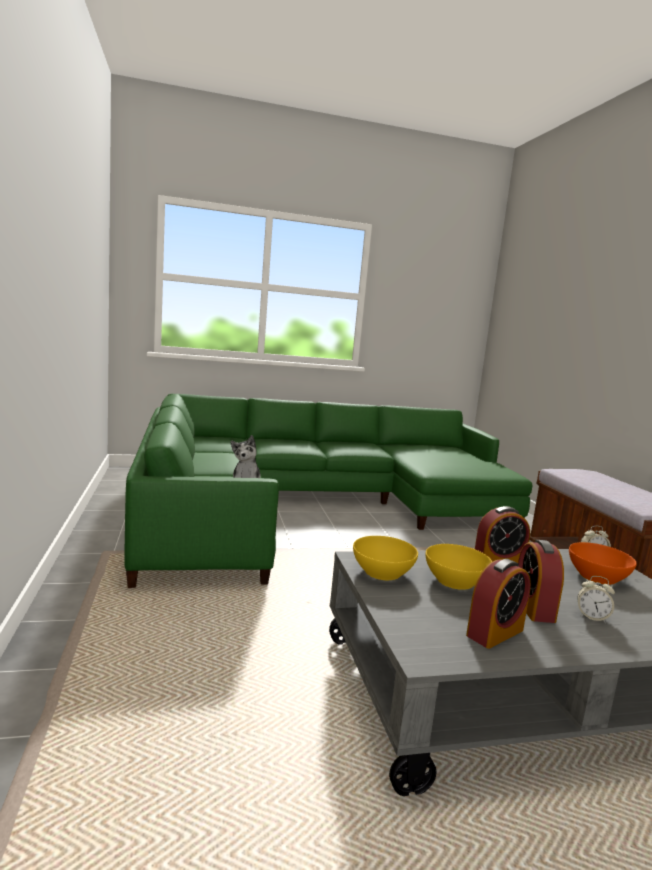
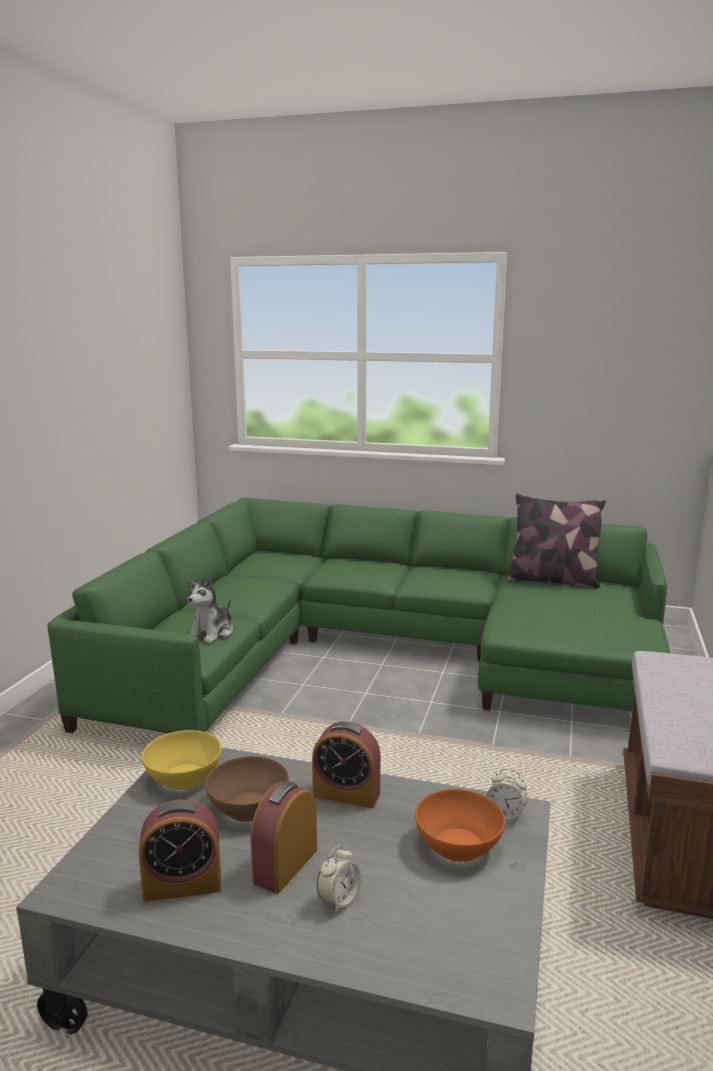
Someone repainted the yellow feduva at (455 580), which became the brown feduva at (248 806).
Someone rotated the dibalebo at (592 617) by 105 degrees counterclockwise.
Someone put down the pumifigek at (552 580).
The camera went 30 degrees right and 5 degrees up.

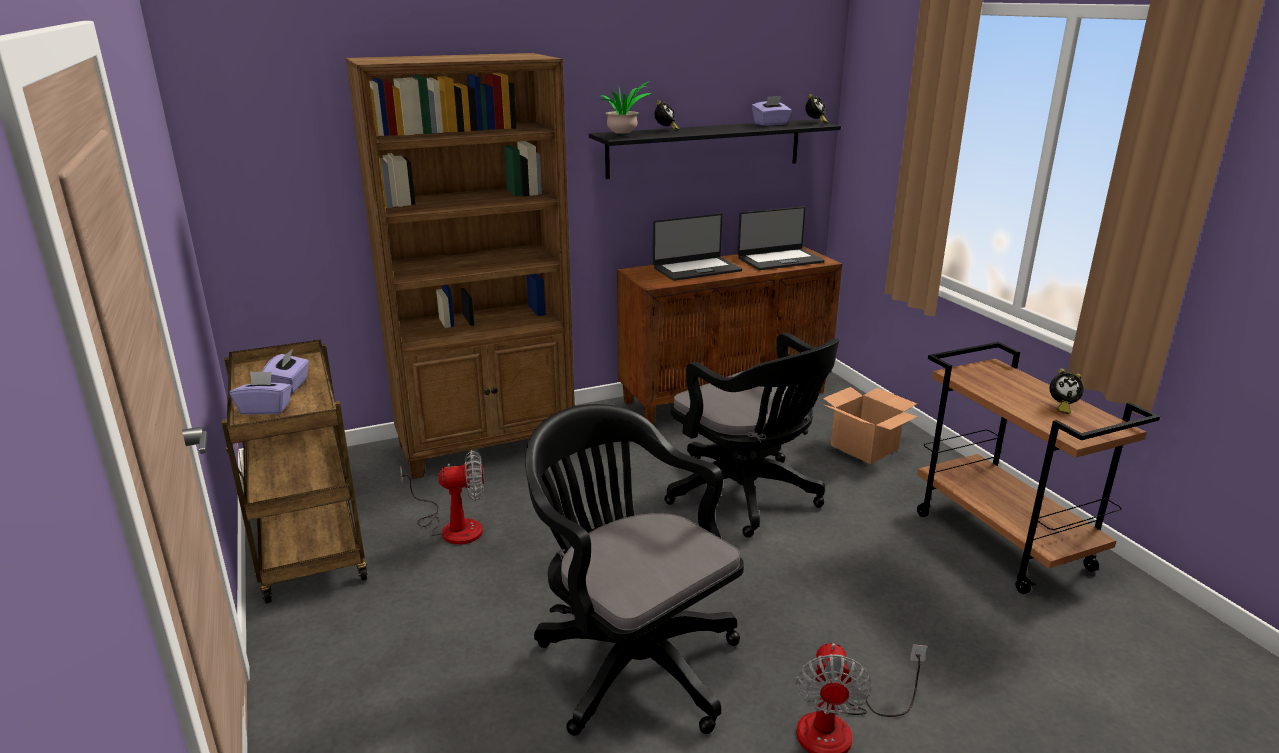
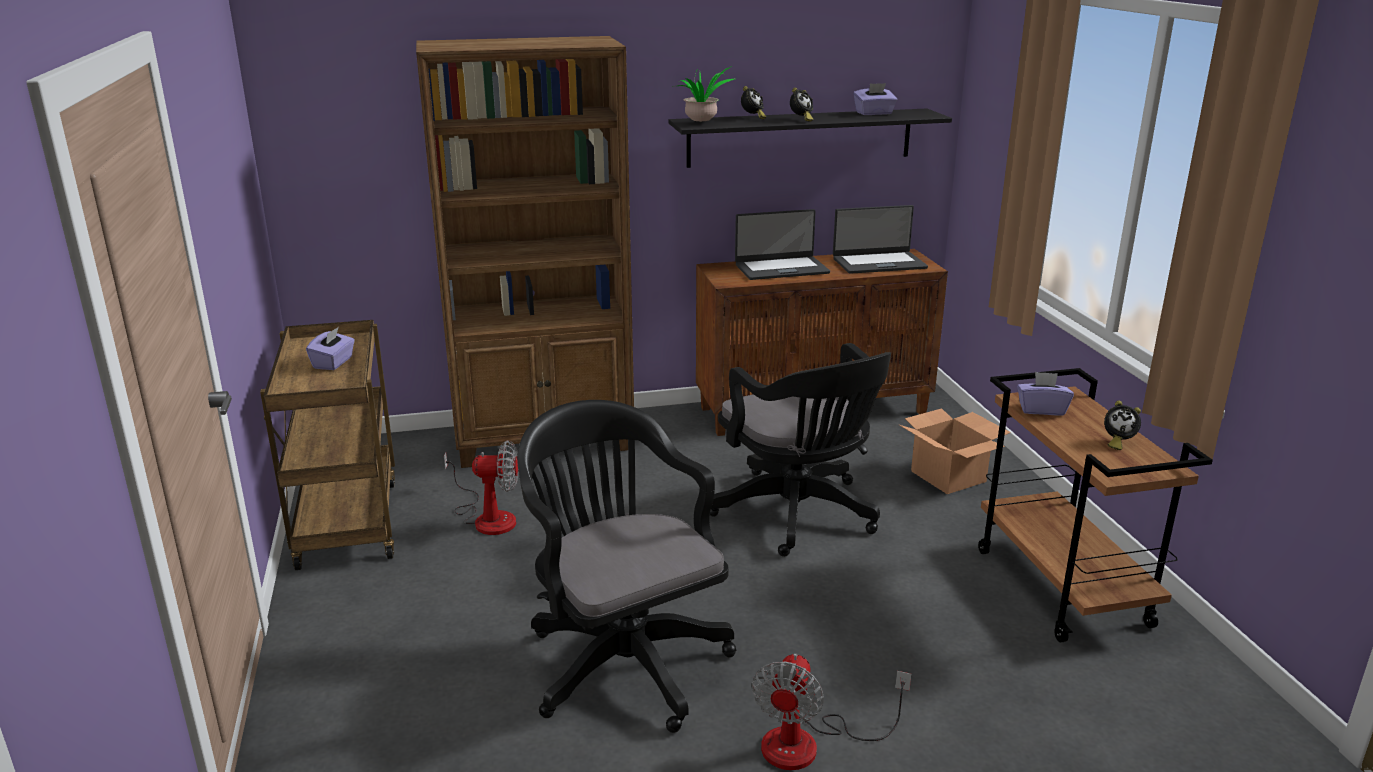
Someone carried the dibalebo from (815 122) to (801 120).
Someone carried the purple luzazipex from (265 409) to (1041 409).
The camera went 10 degrees right and 0 degrees up.

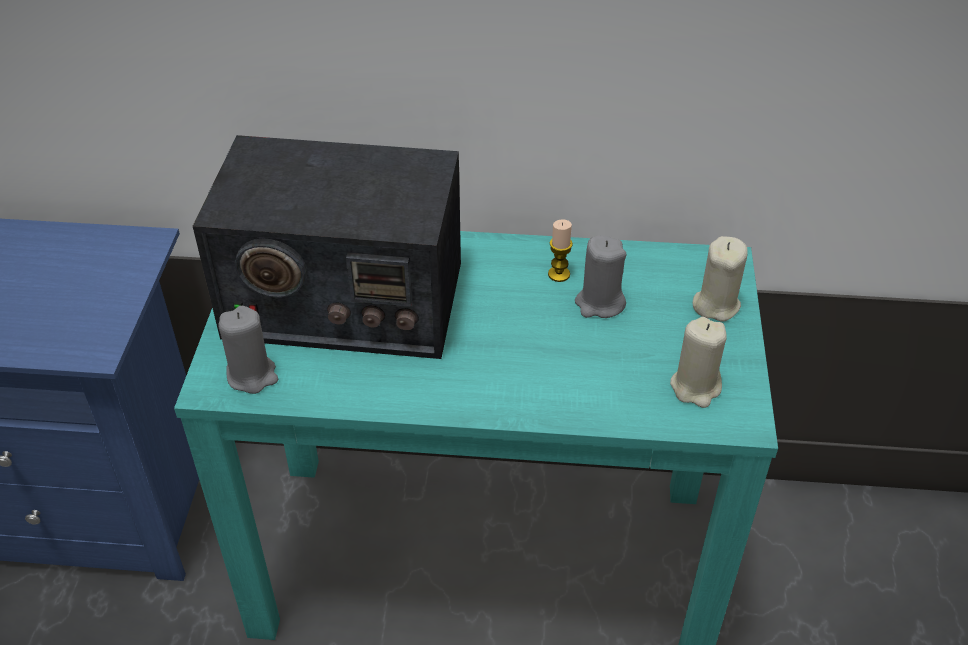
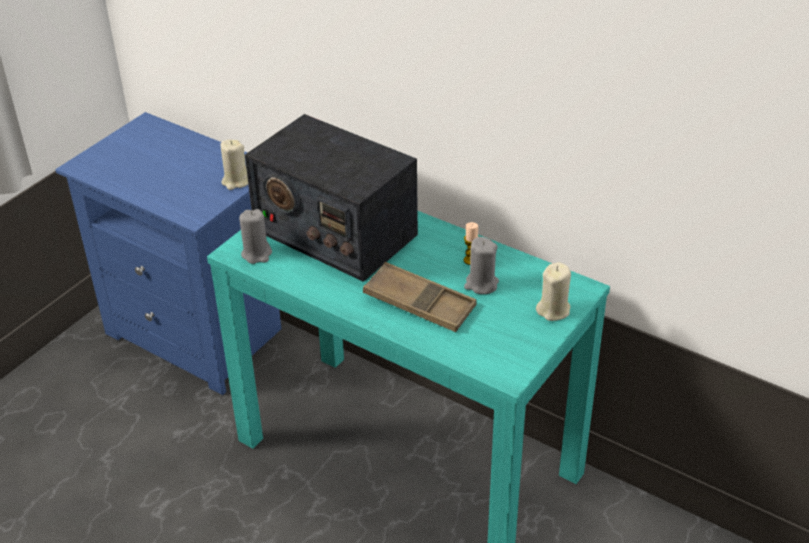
Someone carried the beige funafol from (696 387) to (236 181).
Someone put down the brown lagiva at (419 303).
The camera went 30 degrees right and 5 degrees down.

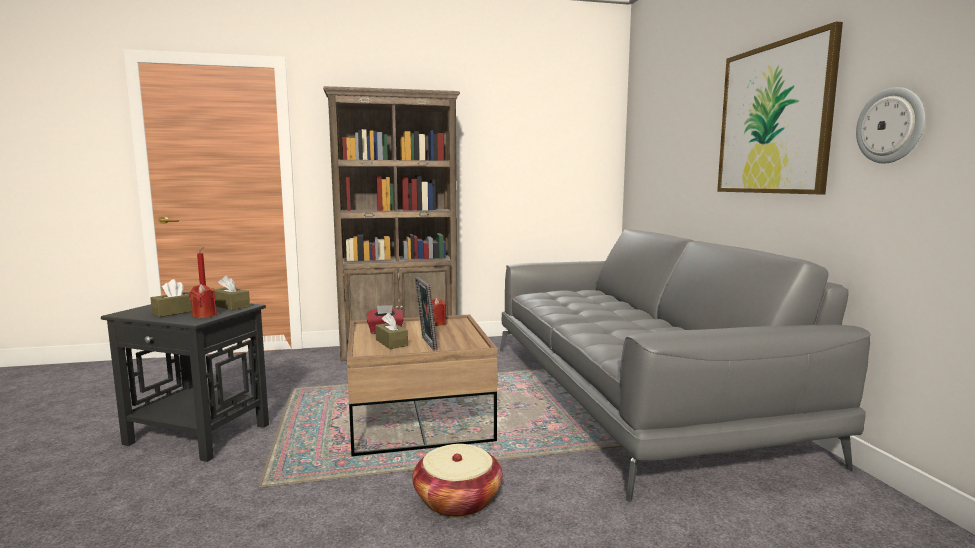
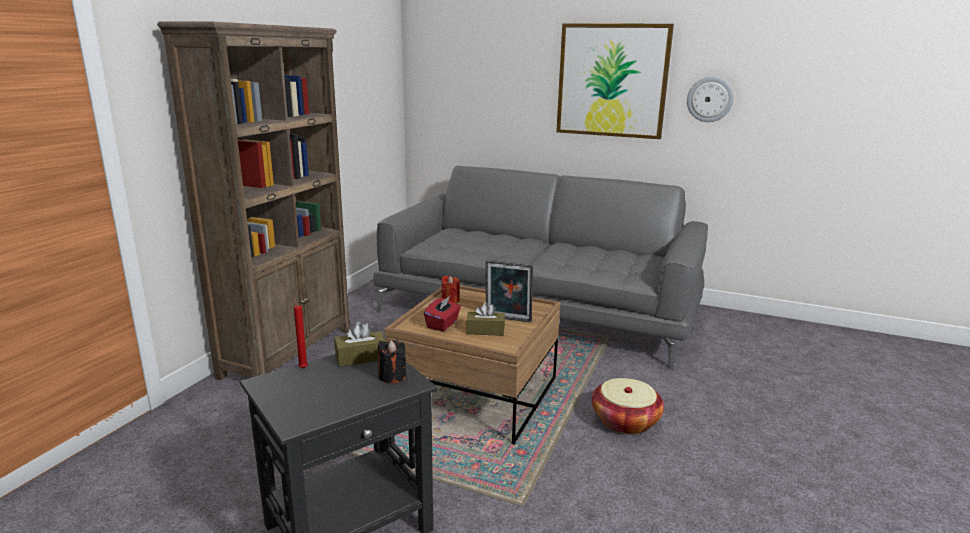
Someone repainted the red funafol at (204 315), which became the black funafol at (392 376).
Someone took away the brown luzazipex at (176 312).
The camera went 55 degrees left and 10 degrees up.

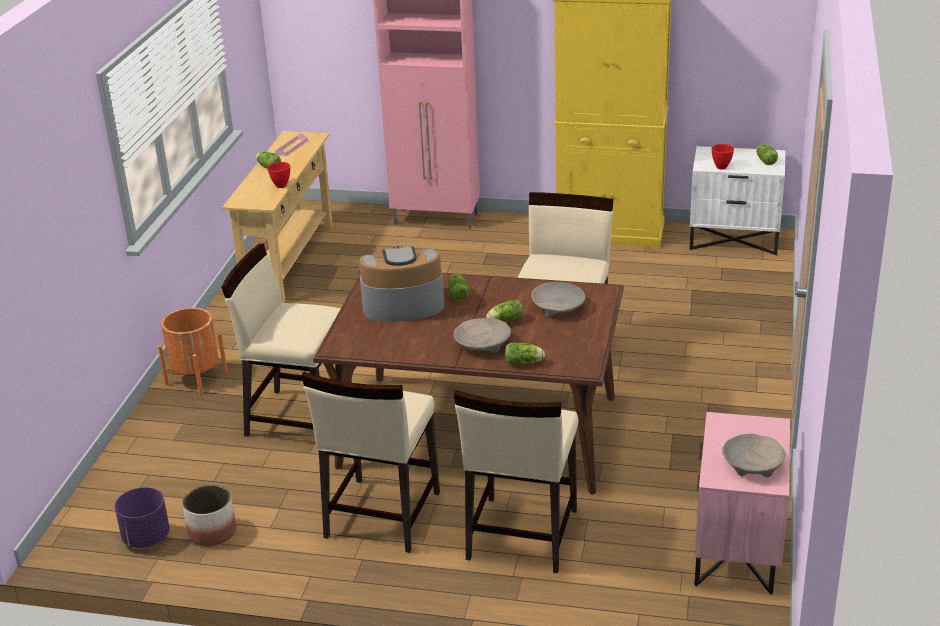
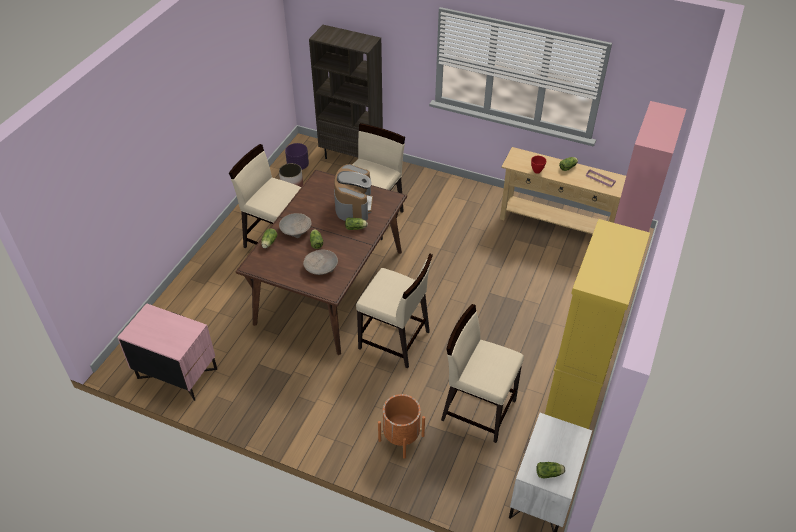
Someone put down the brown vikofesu at (352 157).
Someone carried the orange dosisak from (196 378) to (401 438).
Someone carried the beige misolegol from (521 535) to (478 409).
Someone took away the red feduva at (722 167).
Someone took away the beige feduva at (752 465).
The camera went 100 degrees right and 15 degrees up.

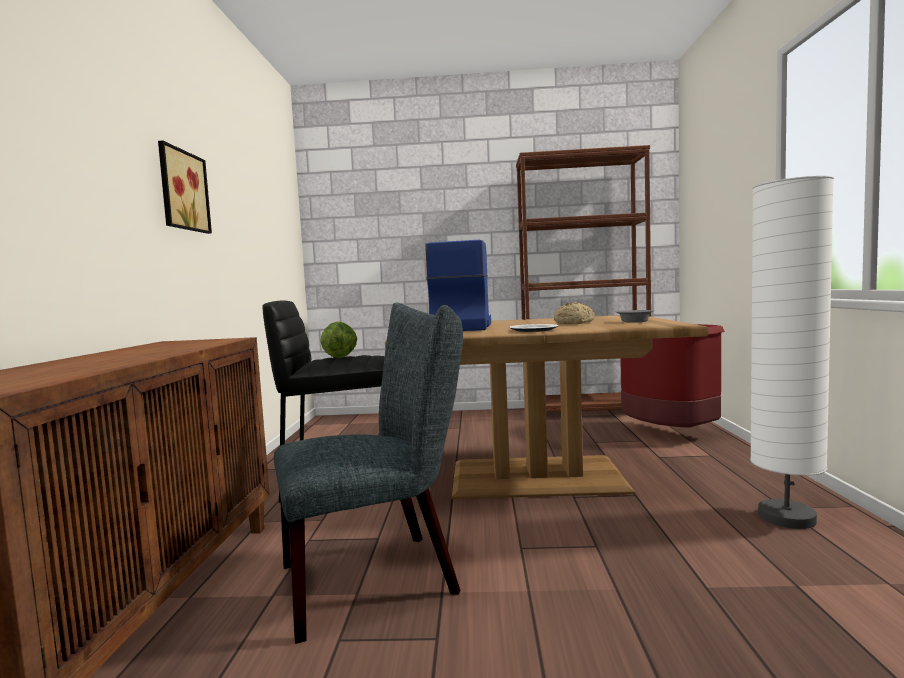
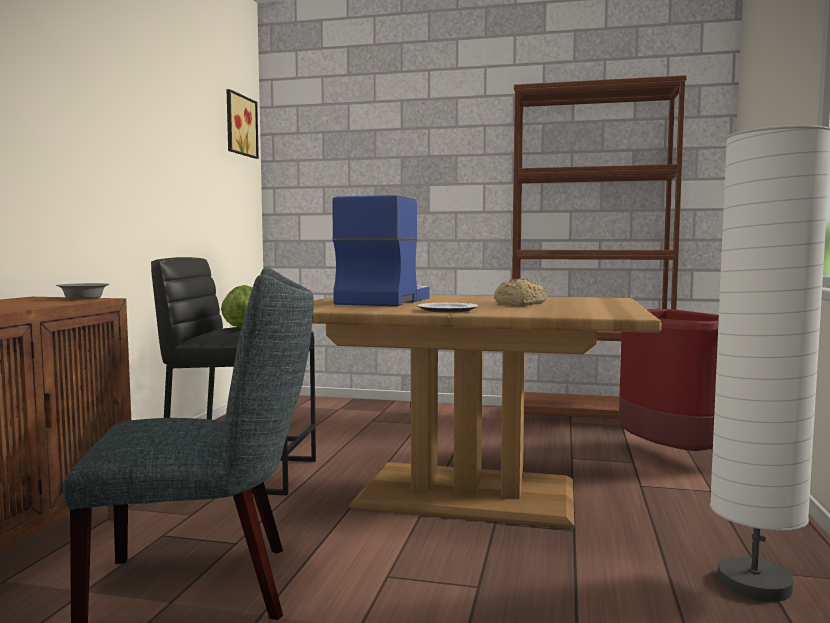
Someone carried the grey feduva from (635 321) to (84 298).
Someone carried the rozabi from (181 191) to (239 125).
The camera went 10 degrees right and 0 degrees up.

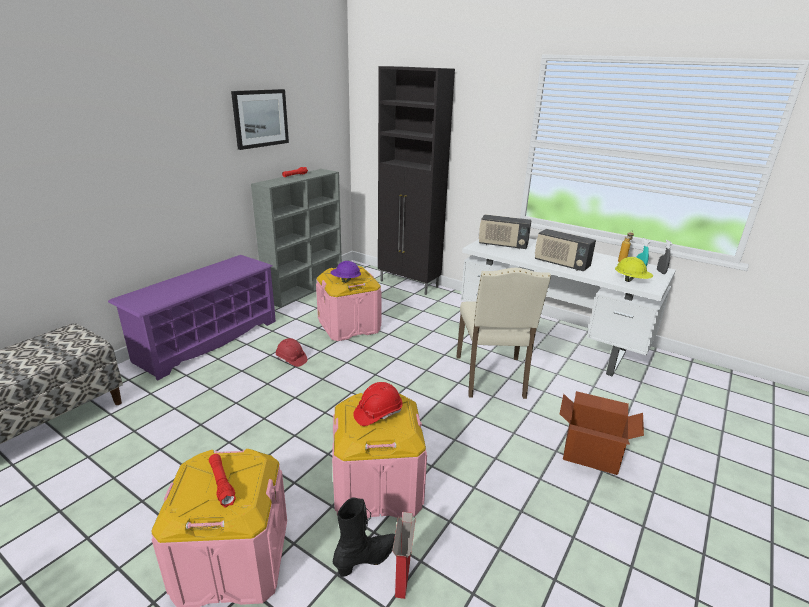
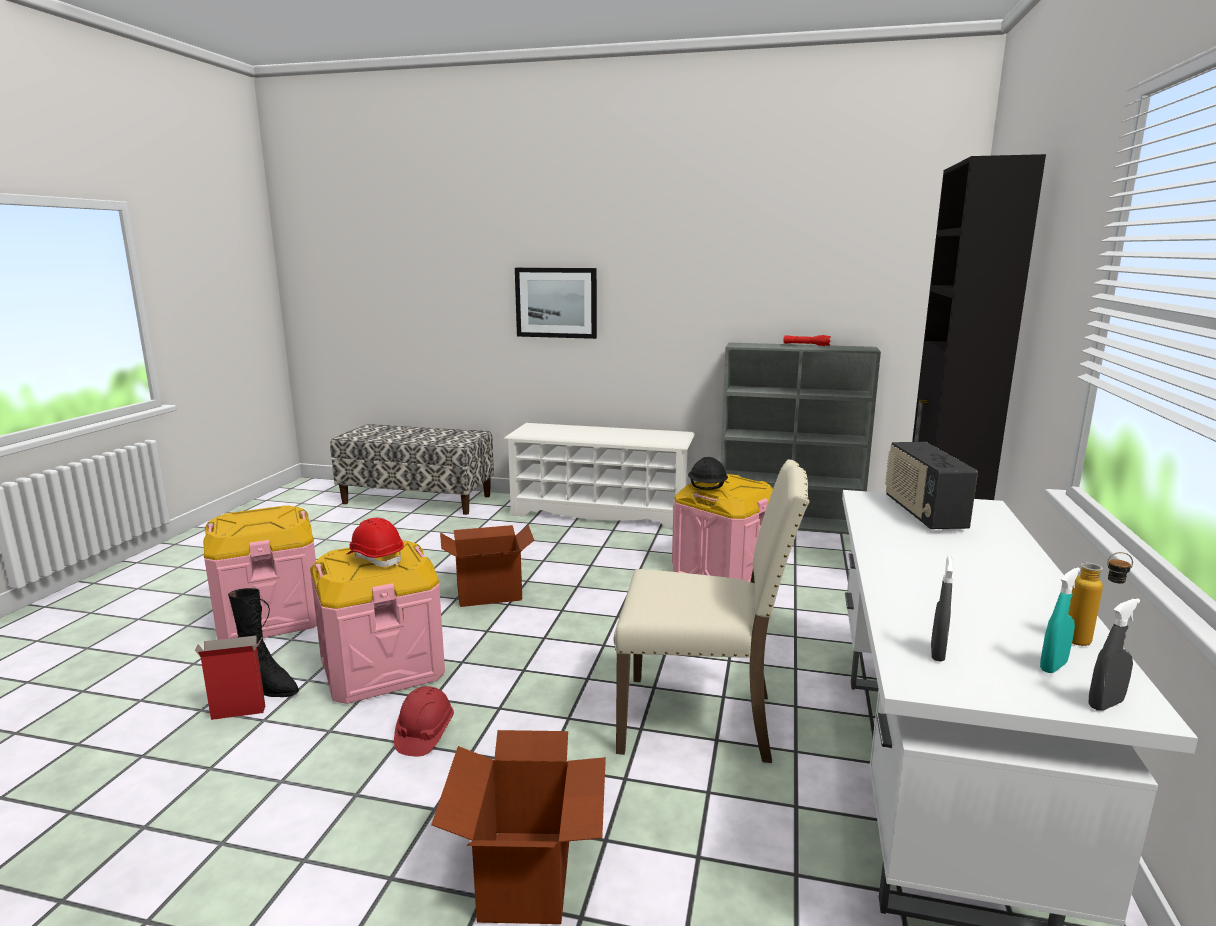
Someone carried the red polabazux from (291 359) to (424 734).
Someone put down the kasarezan at (489 593).
Someone repainted the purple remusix at (208 340), which became the white remusix at (601 512).
Someone carried the rozabi from (260 118) to (556 302).
Someone rotated the beige misolegol at (492 377) by 150 degrees counterclockwise.
Someone repainted the purple polabazux at (345 280), which became the black polabazux at (707 488).
Someone swapped the yellow polabazux at (631 280) for the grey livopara at (937 653).
Someone took away the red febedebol at (222 484).
Someone took away the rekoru at (561 264).
The camera went 70 degrees right and 10 degrees down.

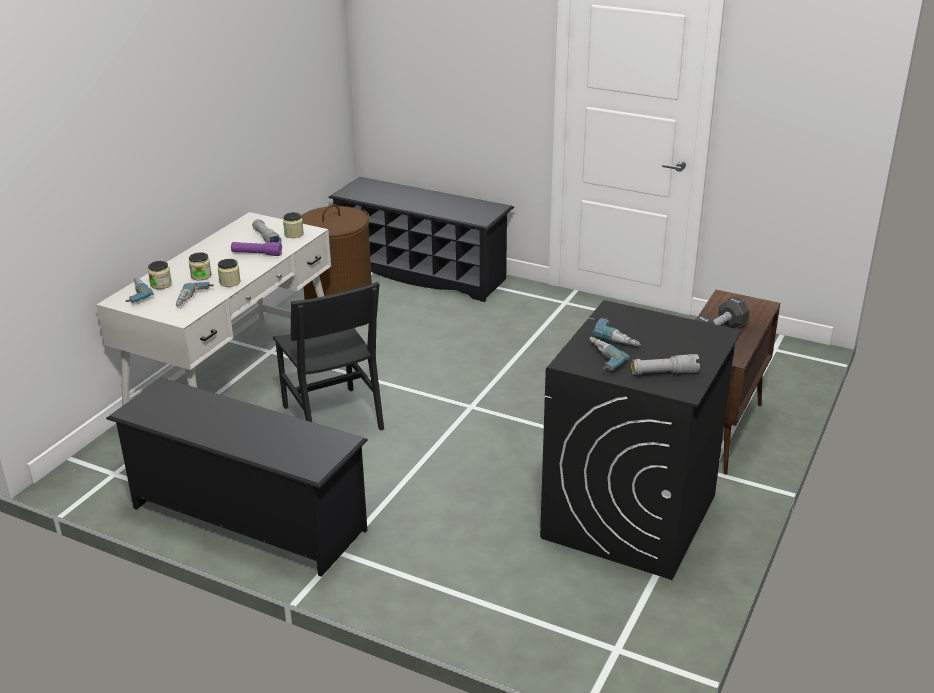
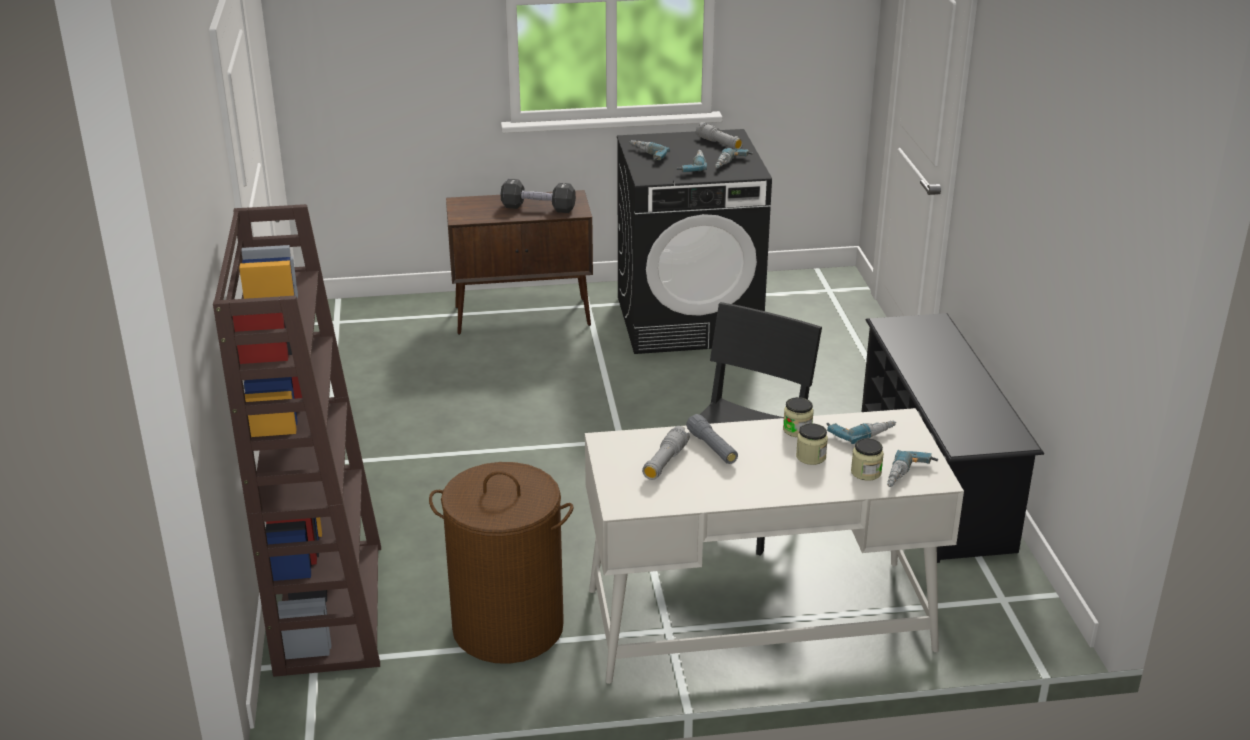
Someone swapped the black remusix at (422 273) for the brown vikofesu at (328 606).
Someone put down the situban at (645 155).
Someone repainted the purple febedebol at (257 254), which became the grey febedebol at (712 448).
Someone took away the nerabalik at (294 234).
The camera went 125 degrees left and 0 degrees up.

